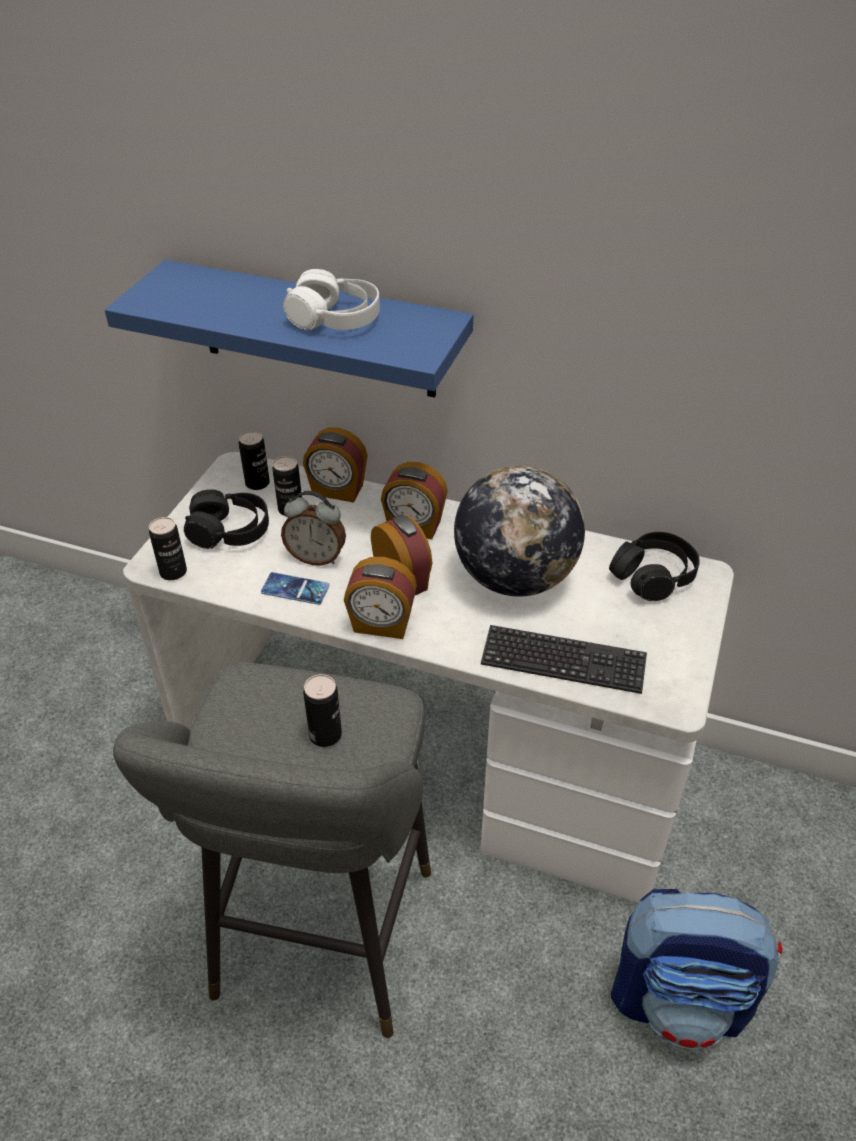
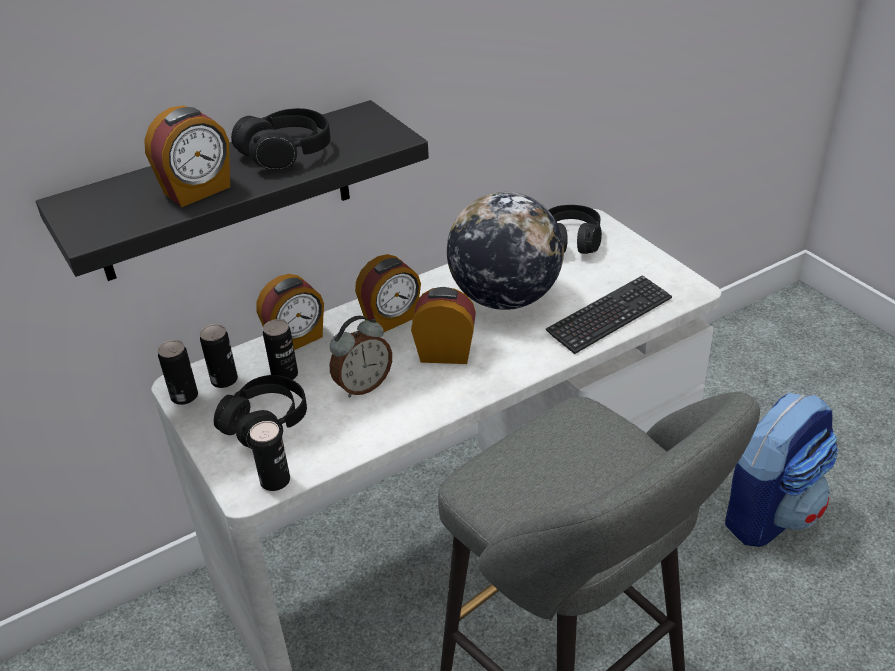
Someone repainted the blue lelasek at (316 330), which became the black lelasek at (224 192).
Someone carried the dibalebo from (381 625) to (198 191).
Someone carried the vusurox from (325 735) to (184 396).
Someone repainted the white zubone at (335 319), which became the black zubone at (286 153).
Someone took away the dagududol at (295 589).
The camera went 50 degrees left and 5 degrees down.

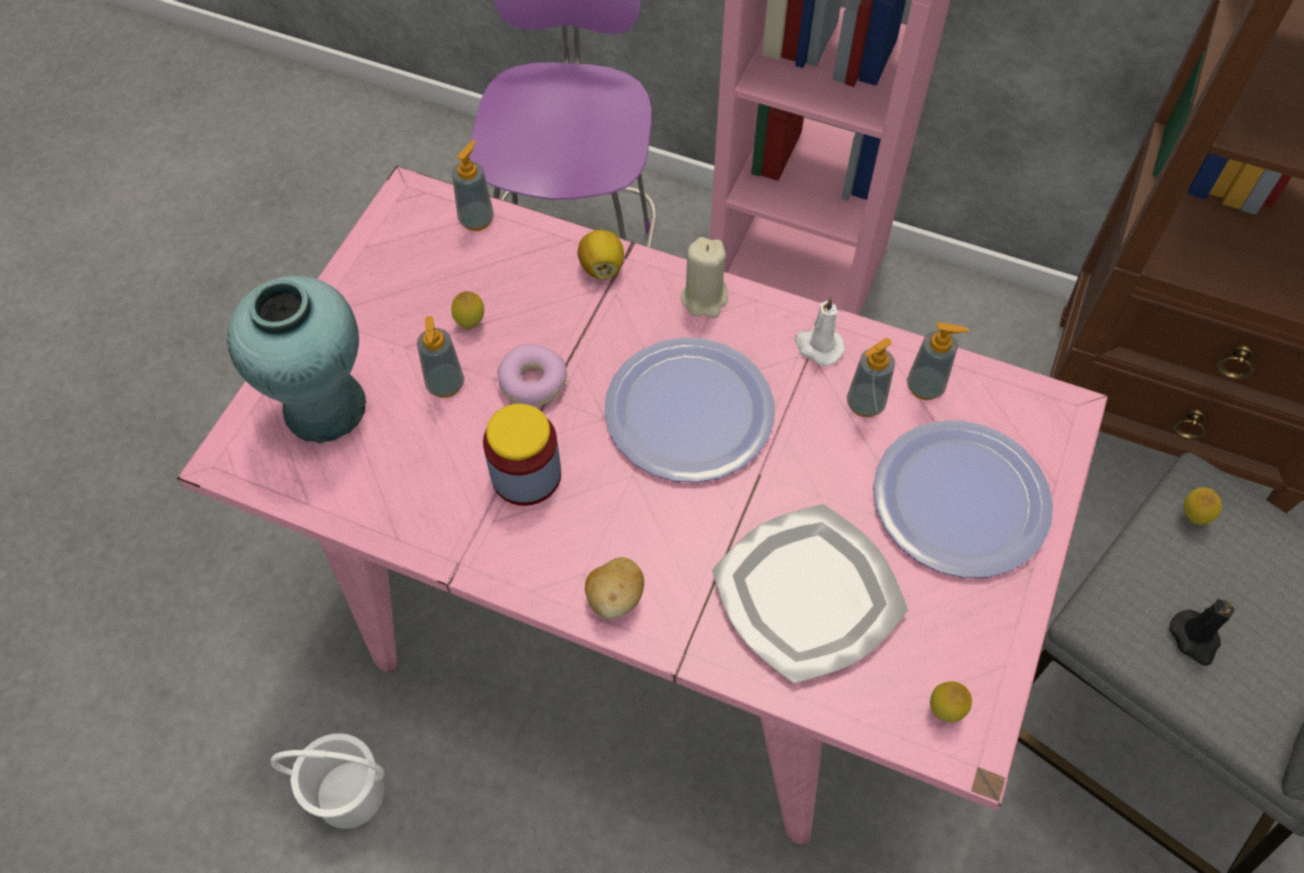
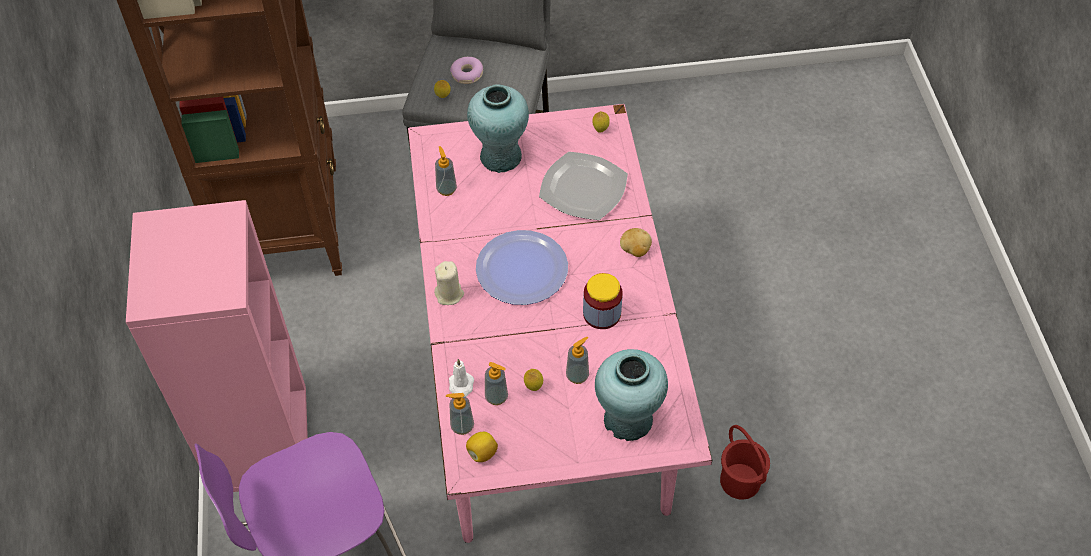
Someone carried the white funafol from (818 347) to (461 386).
Someone carried the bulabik from (532 383) to (467 74).
Someone carried the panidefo from (602 267) to (482 453).
Someone swapped the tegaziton at (960 500) for the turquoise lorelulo at (500 157).
Someone carried the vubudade from (865 404) to (496 397).
Someone repainted the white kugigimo at (350 795), which became the red kugigimo at (740 480).
Someone took away the black funafol at (1195 639).
The camera went 120 degrees left and 5 degrees down.

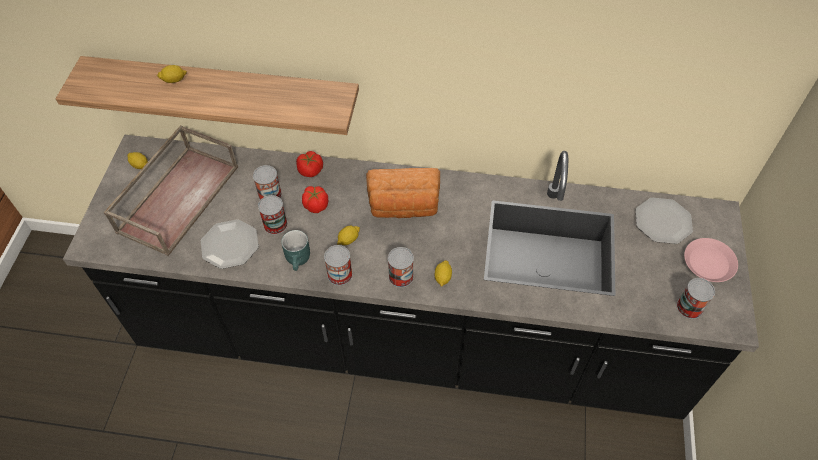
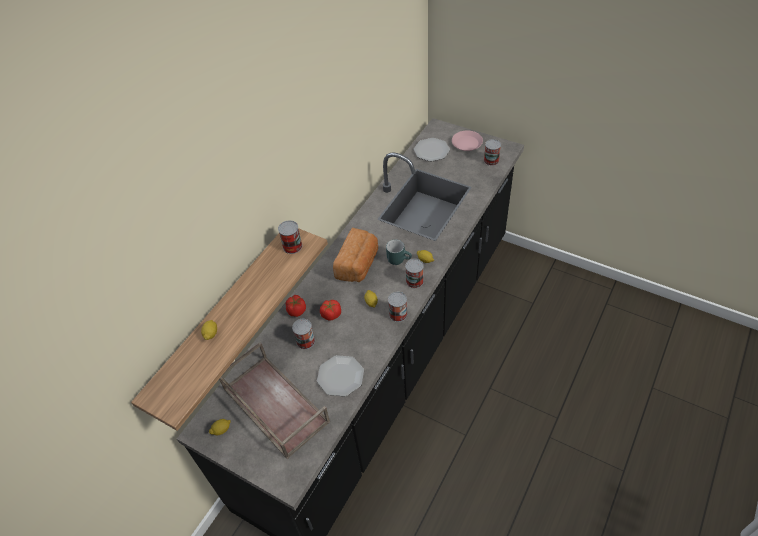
Someone carried the vusurox from (275 224) to (292 246).
Someone carried the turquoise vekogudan from (299 260) to (399 259).
The camera went 65 degrees left and 5 degrees down.

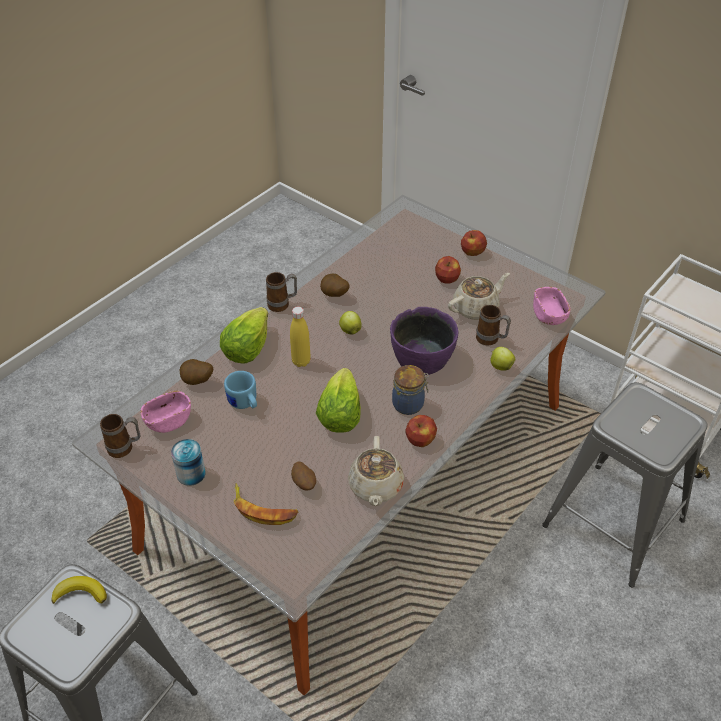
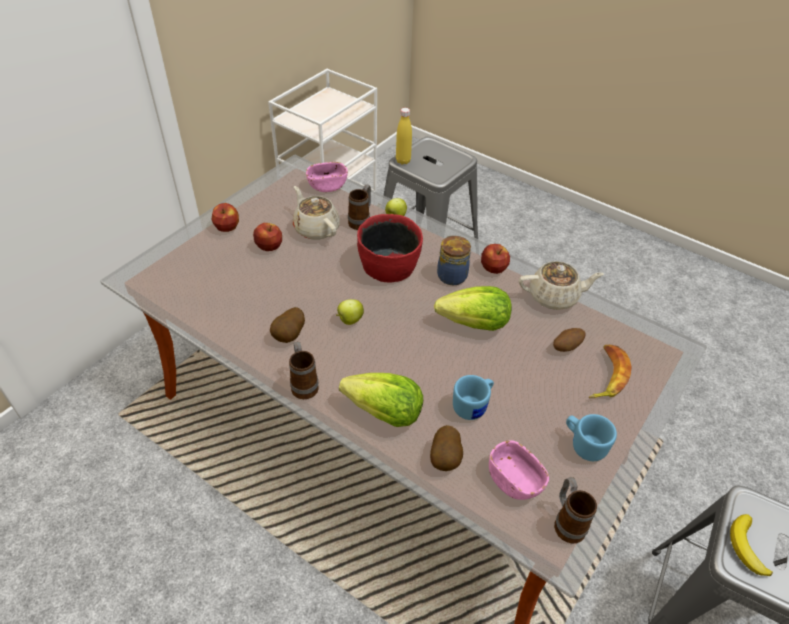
Someone repainted the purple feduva at (422 358), which became the red feduva at (389 265).
Someone carried the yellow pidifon from (301 361) to (403 161).
Someone swapped the vusurox at (191 474) for the blue vekogudan at (584 444).
The camera went 95 degrees left and 0 degrees up.

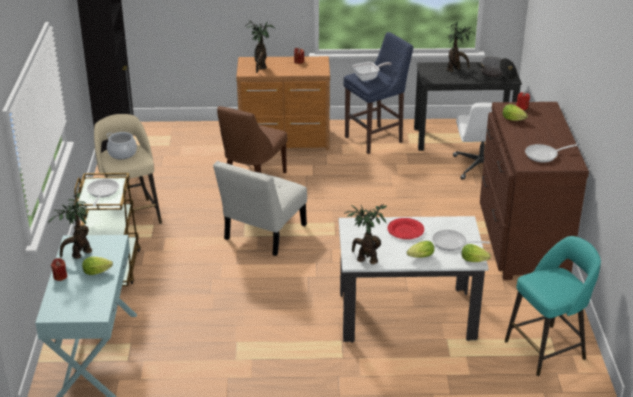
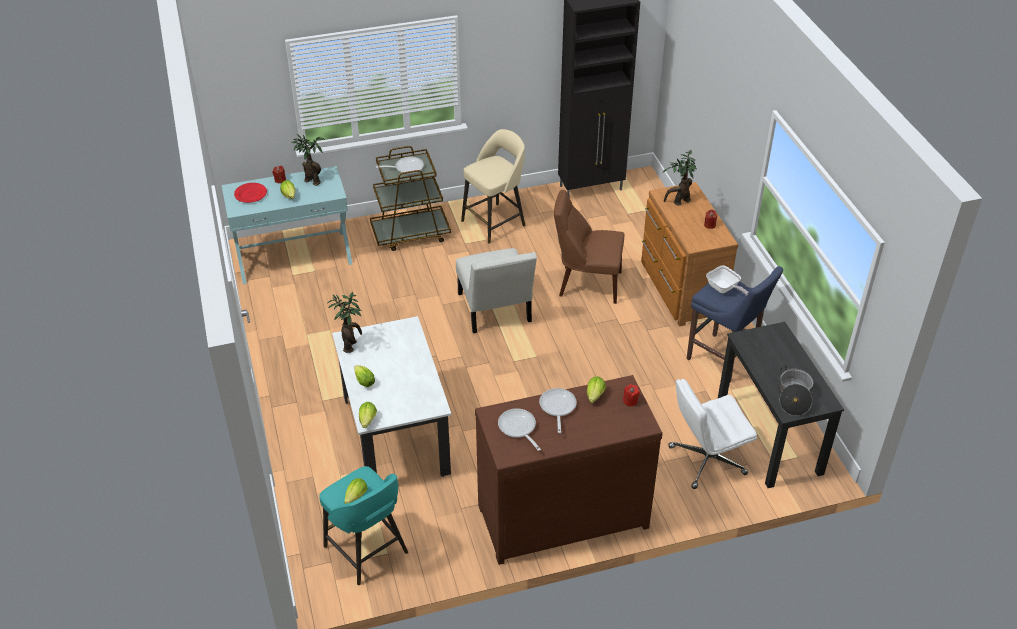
Someone carried the red tegaziton from (405 231) to (250 194).
Someone put down the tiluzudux at (355 498).
Someone rotated the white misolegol at (262 234) by 120 degrees counterclockwise.
Someone carried the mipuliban from (452 243) to (557 408).
Someone took away the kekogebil at (122 153).
Someone took away the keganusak at (455 69).
The camera went 75 degrees right and 10 degrees up.

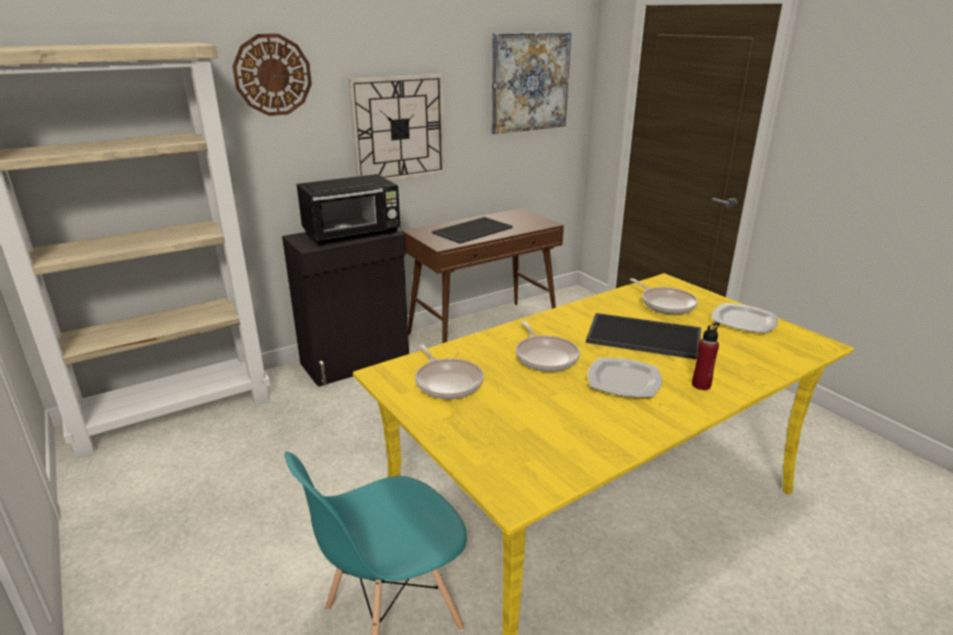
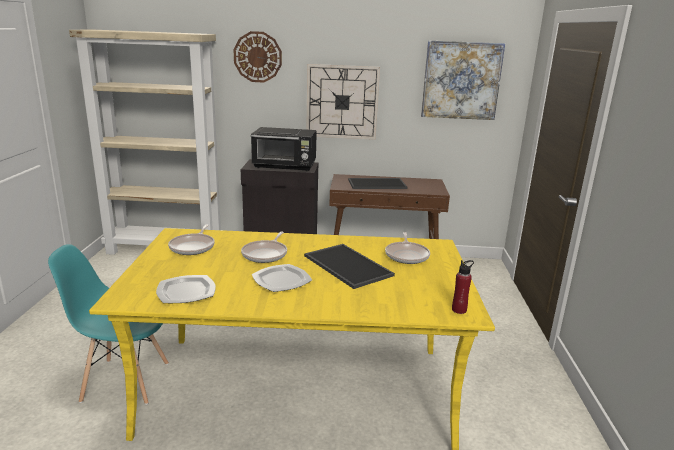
Someone carried the tegaziton from (743 320) to (187 291).
Someone carried the red pidifon from (701 385) to (459 310).
The camera went 35 degrees right and 5 degrees down.

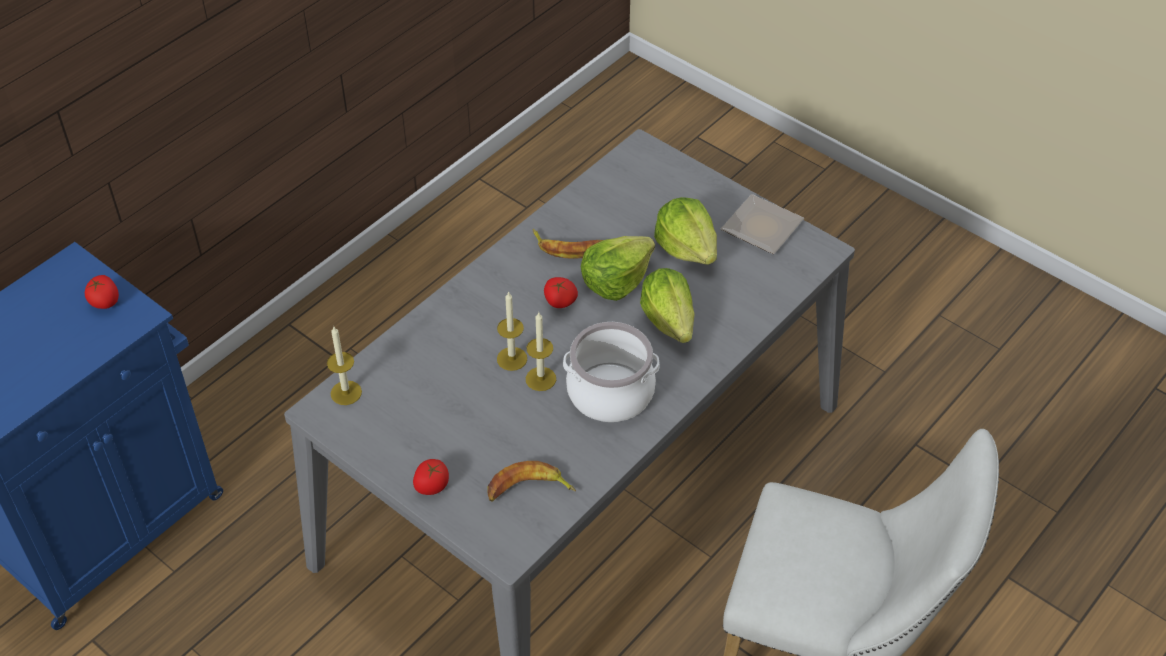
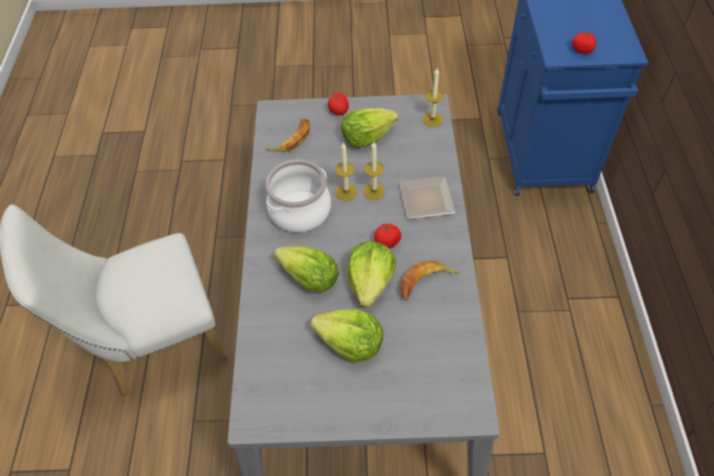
Someone put down the tiluzudux at (366 137).
Someone carried the tegaziton from (762 229) to (424 199).
The camera went 140 degrees right and 5 degrees up.

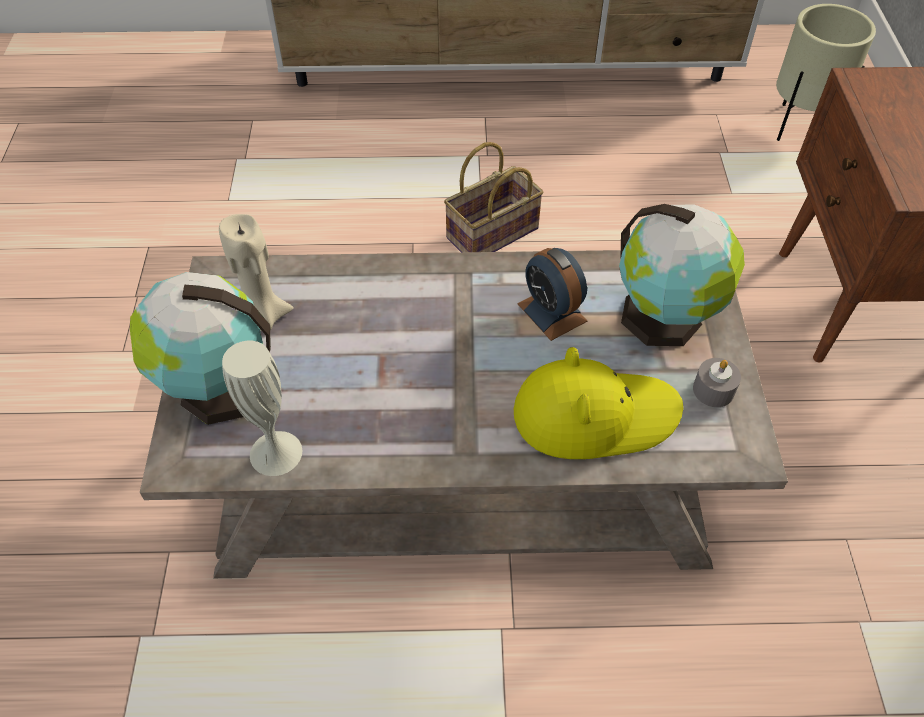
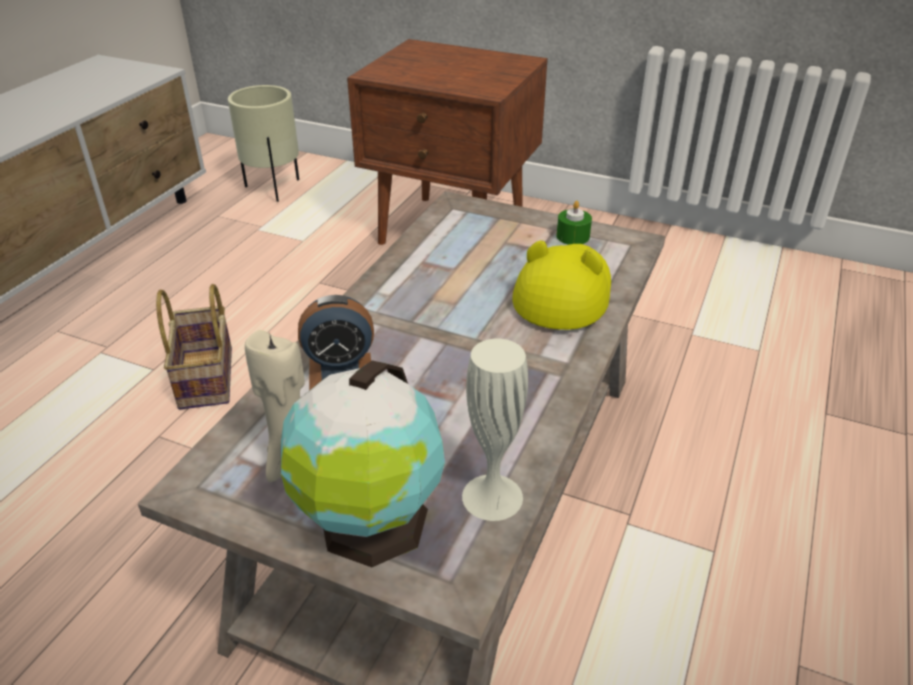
Someone carried the dibalebo from (552 312) to (340 371).
Someone repainted the grey funafol at (713 390), which became the green funafol at (573 236).
Someone took away the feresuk at (665 318).
The camera went 65 degrees left and 15 degrees down.

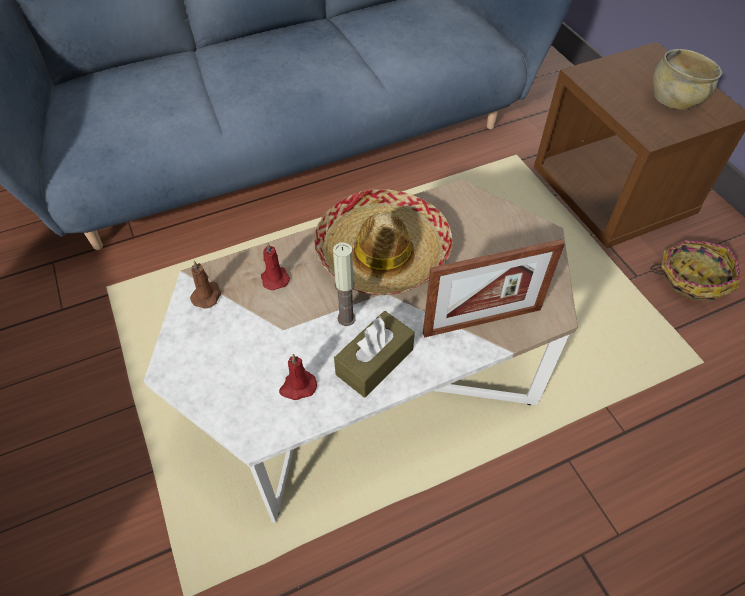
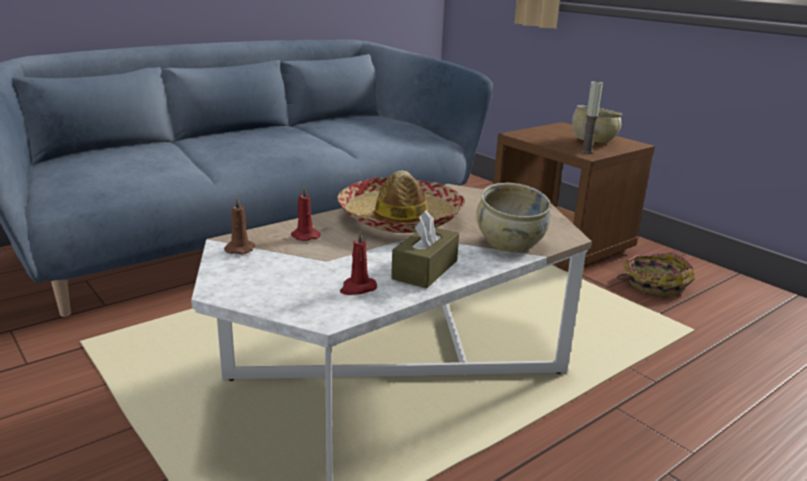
Someone swapped the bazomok at (482 321) for the beige feduva at (509 243).
Someone carried the funafol from (346 318) to (586 151).
The camera went 15 degrees left and 30 degrees down.

